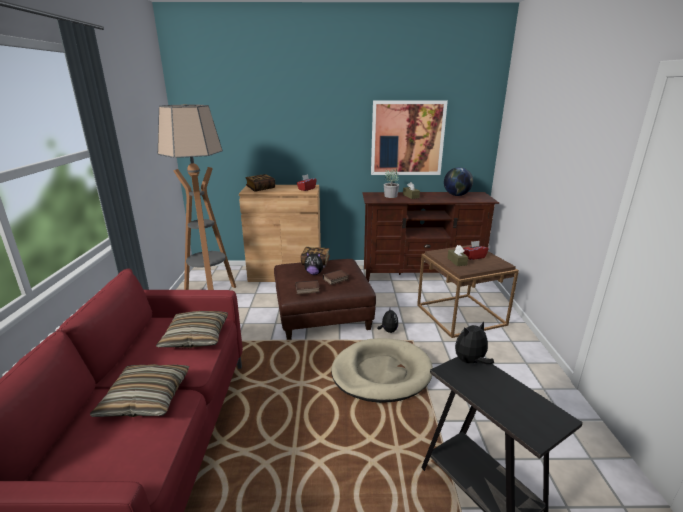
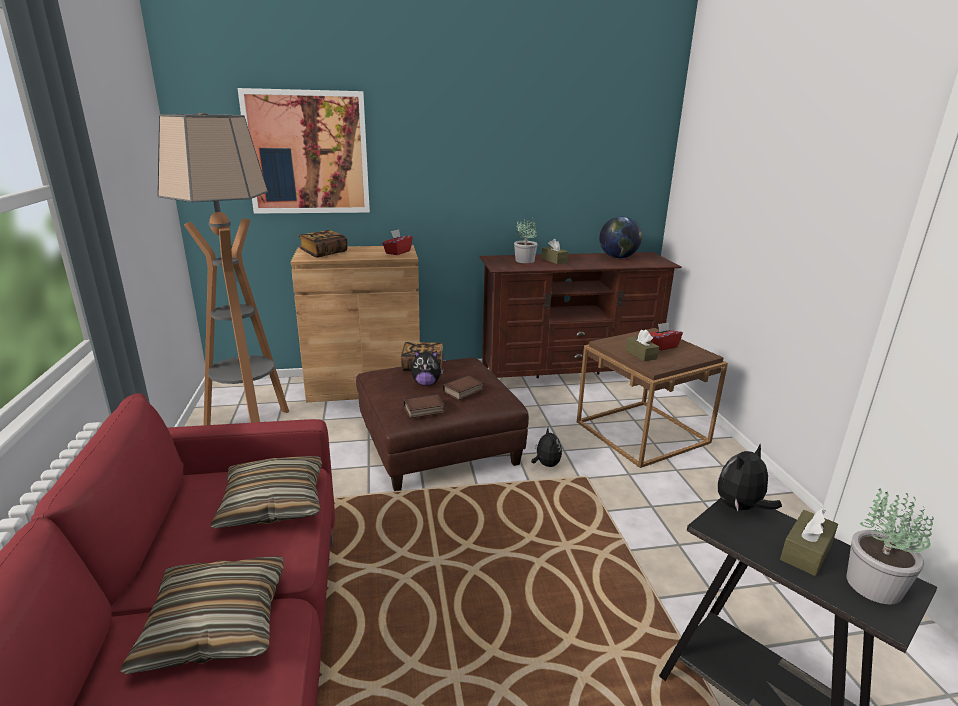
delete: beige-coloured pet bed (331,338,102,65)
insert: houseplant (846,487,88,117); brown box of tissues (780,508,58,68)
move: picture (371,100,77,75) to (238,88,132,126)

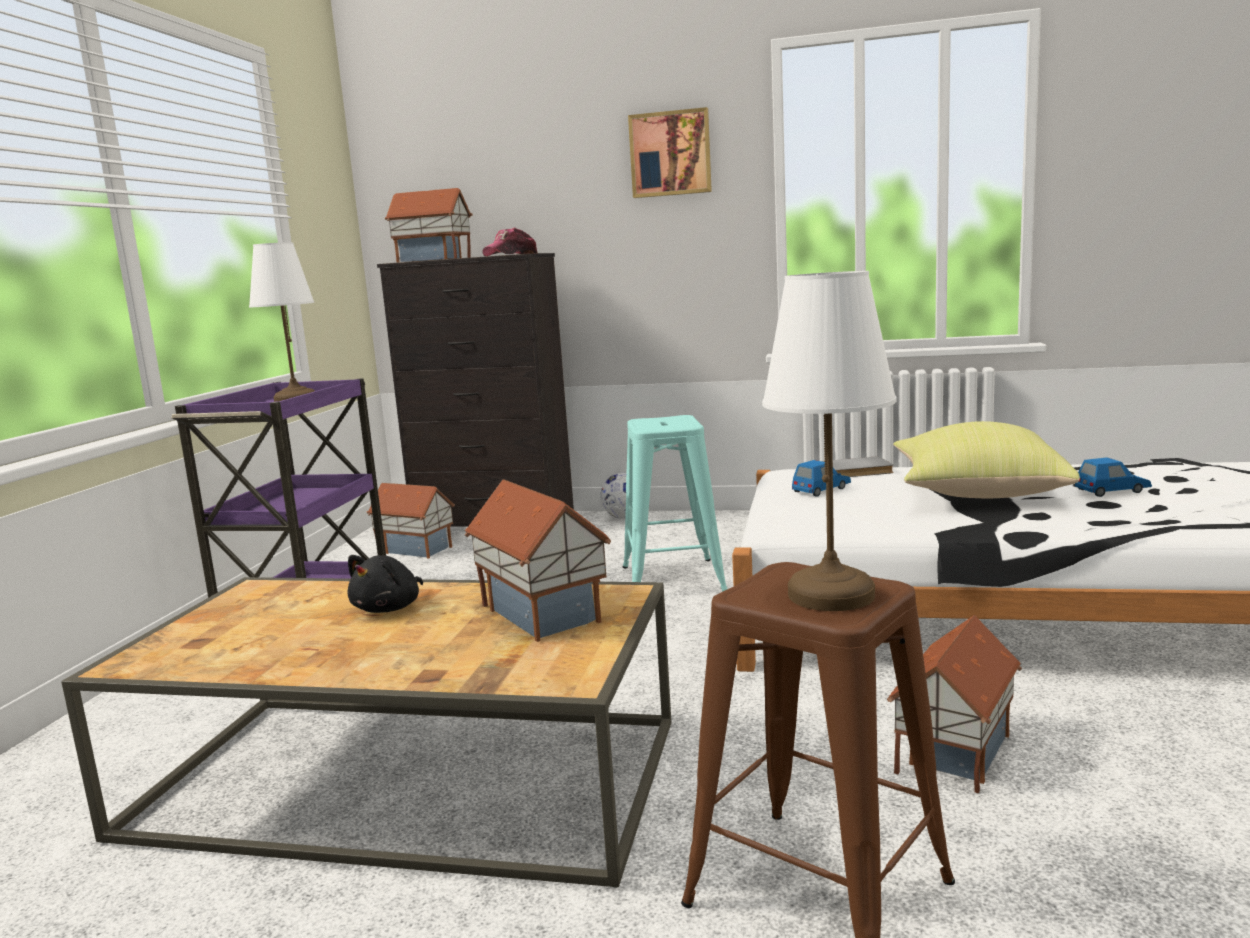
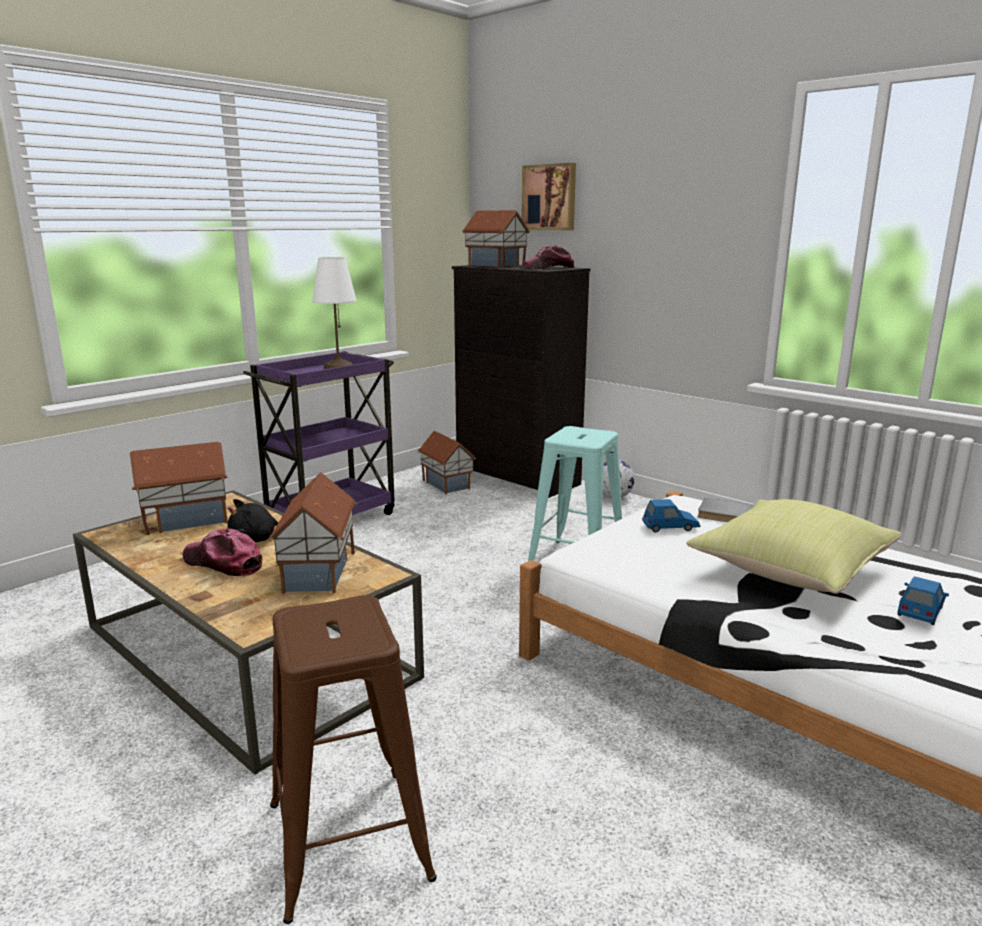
delete: white-coloured tabletop lamp (762,271,134,340)
insert: peaked cap (183,528,79,49)
move: picture (628,107,84,91) to (522,163,54,67); miniature house (887,615,135,179) to (130,442,98,93)
rotate: blue-coloured miniature car (1075,457,77,40) = (897,576,52,49) 75 degrees counterclockwise

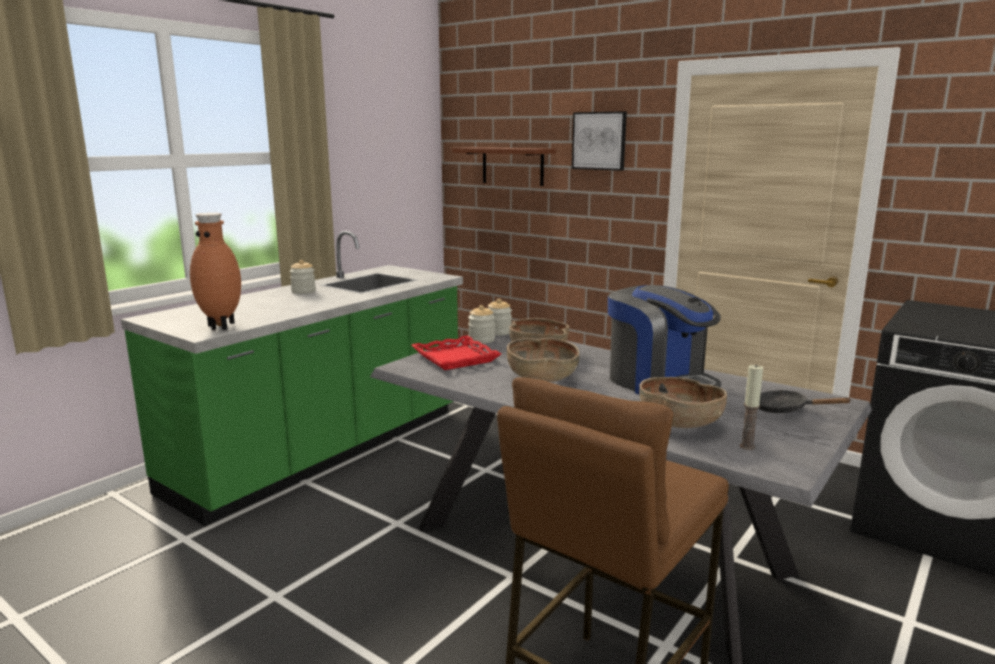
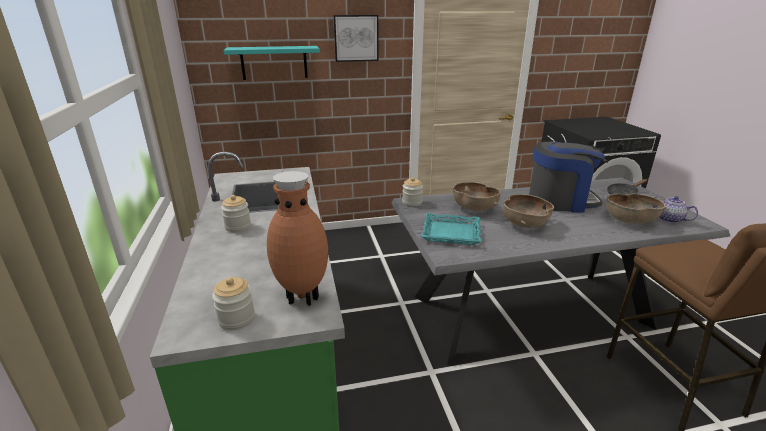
move: jar (468,305,27,39) to (212,277,43,53)
replace: wax candle (740,364,23,86) to tea pot (652,196,46,27)
recolor: brown bracket shelf (452,147,104,39) to turquoise bracket shelf (224,46,96,34); red tray (411,335,90,35) to turquoise tray (421,213,61,32)

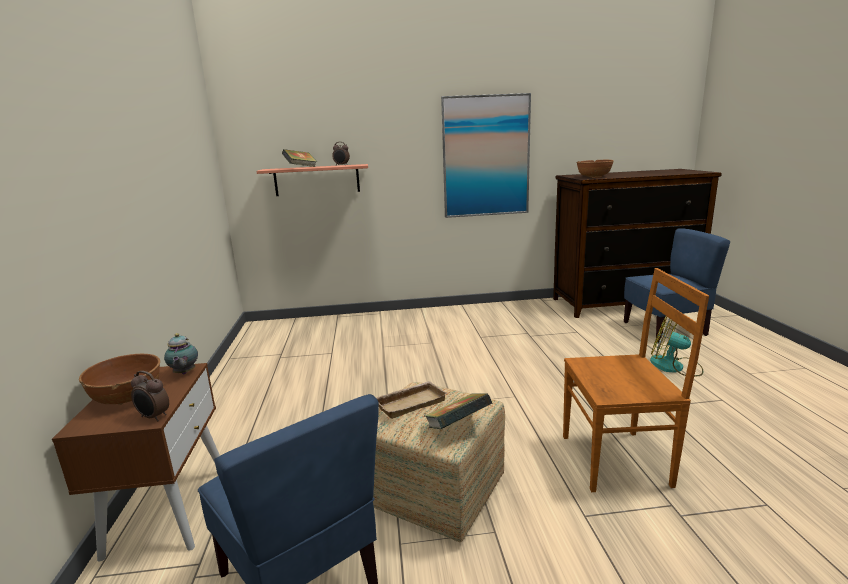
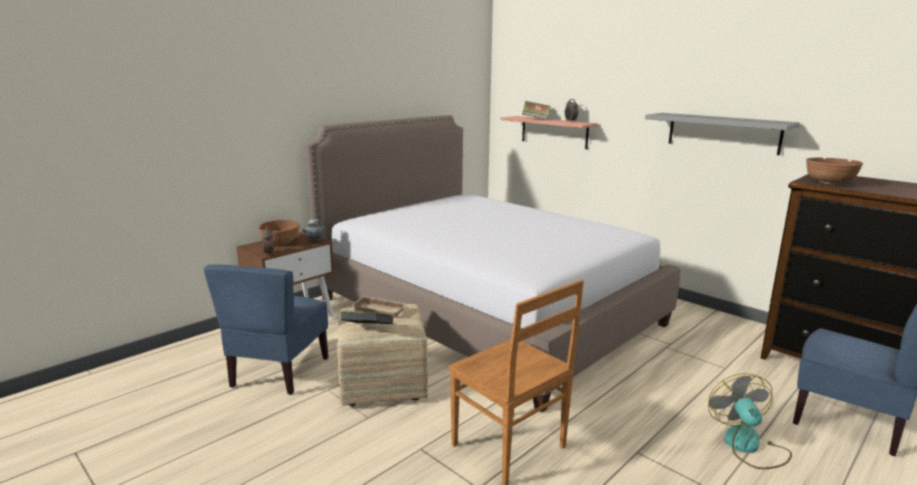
insert: bedroom bed (306,115,374,298)
replace: picture (441,93,90,125) to gray bracket shelf (645,113,155,42)

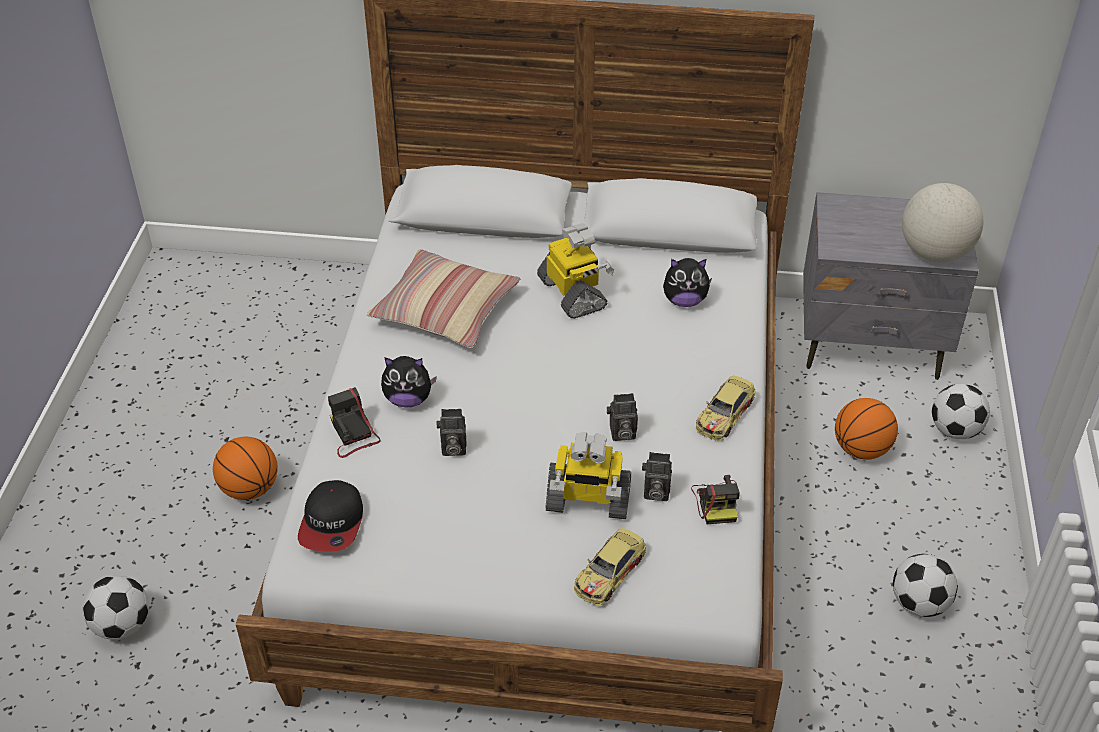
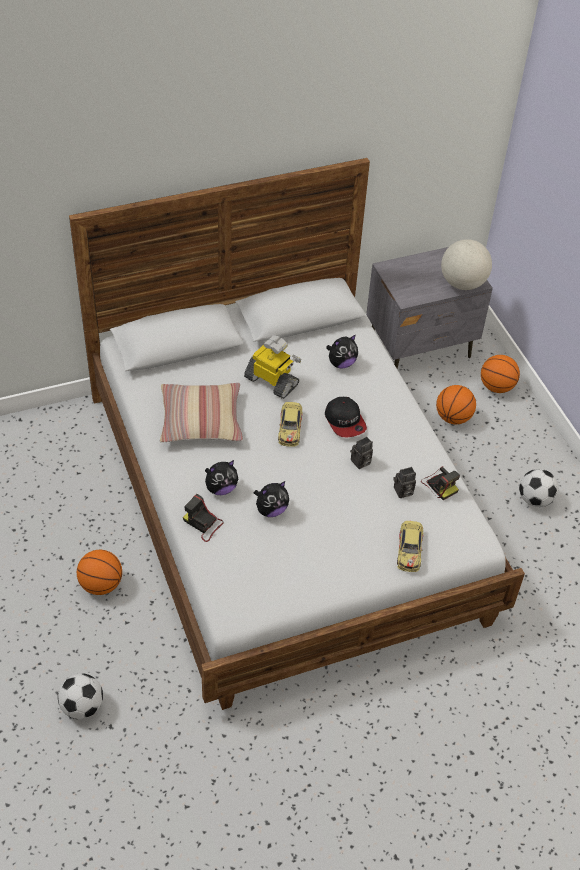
delete: toy robot (546,432,85,87)
move: miniature car (696,376,60,65) to (278,402,24,45); peaked cap (298,480,65,72) to (325,397,42,40)
replace: football (932,384,58,55) to basketball (481,355,39,38); still camera (436,409,30,47) to plush toy (254,481,35,36)

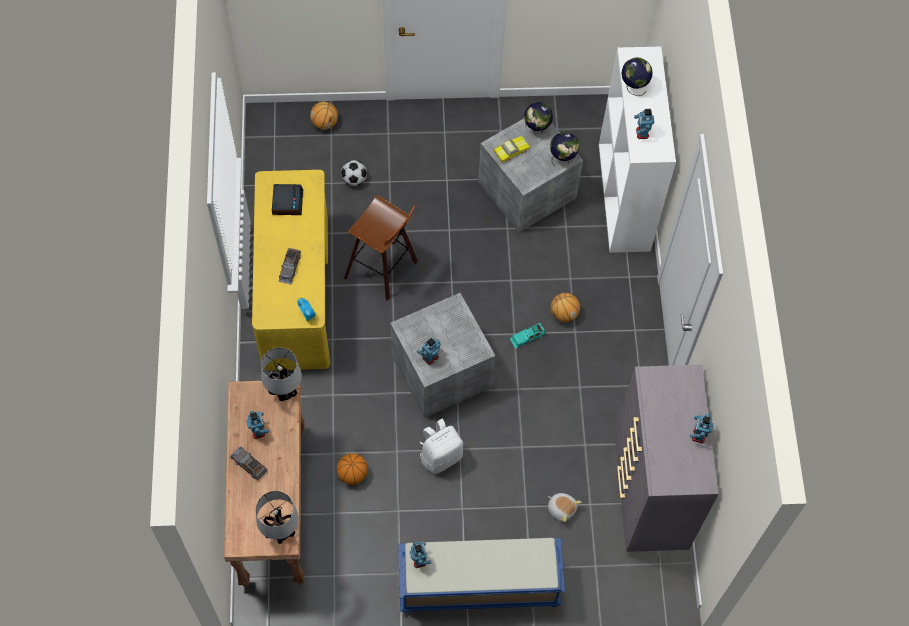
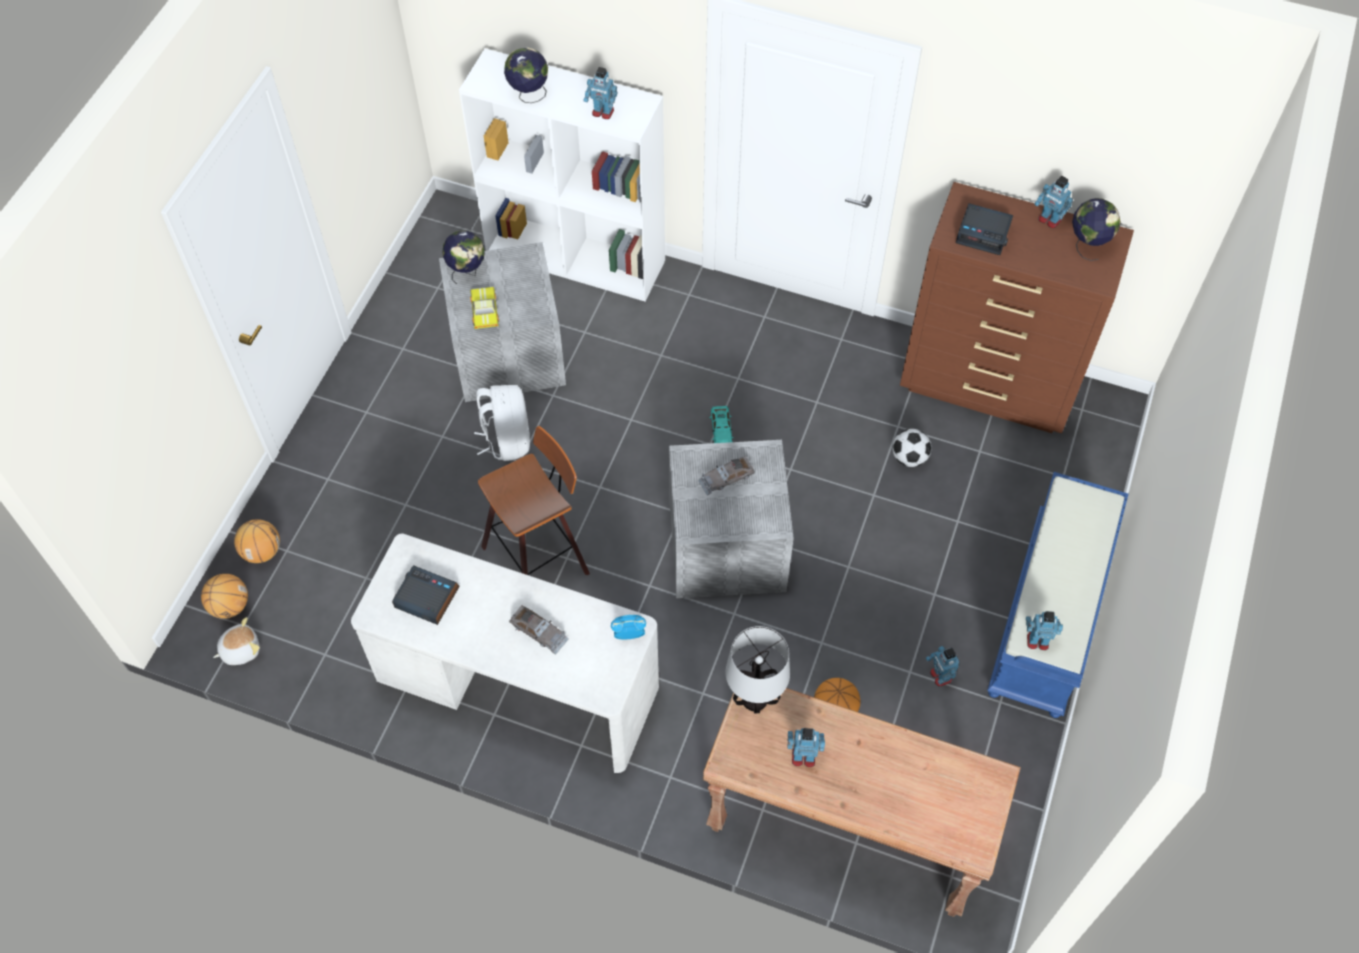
delete: tabletop lamp (256,491,43,53)
insert: alarm clock (956,203,57,52)
move: desk globe (550,132,29,34) to (1072,198,49,63); football (341,160,26,26) to (892,429,39,38); basketball (551,293,29,29) to (201,574,47,45); toy robot (417,338,24,27) to (926,646,33,41); white-coloured knapsack (420,419,43,55) to (474,385,56,76); gray miniature car (230,447,37,33) to (698,456,57,39); plush toy (548,493,34,29) to (213,617,47,48)
recolor: yellow-coloured desk table (252,170,78,201) to white-coloured desk table (351,533,308,240); gray drawer chest (615,365,104,187) to brown drawer chest (900,182,234,251)

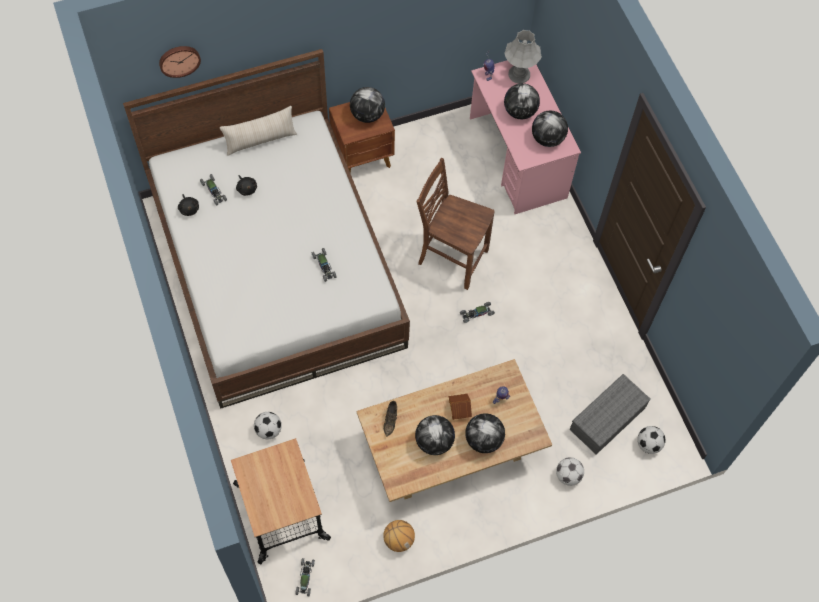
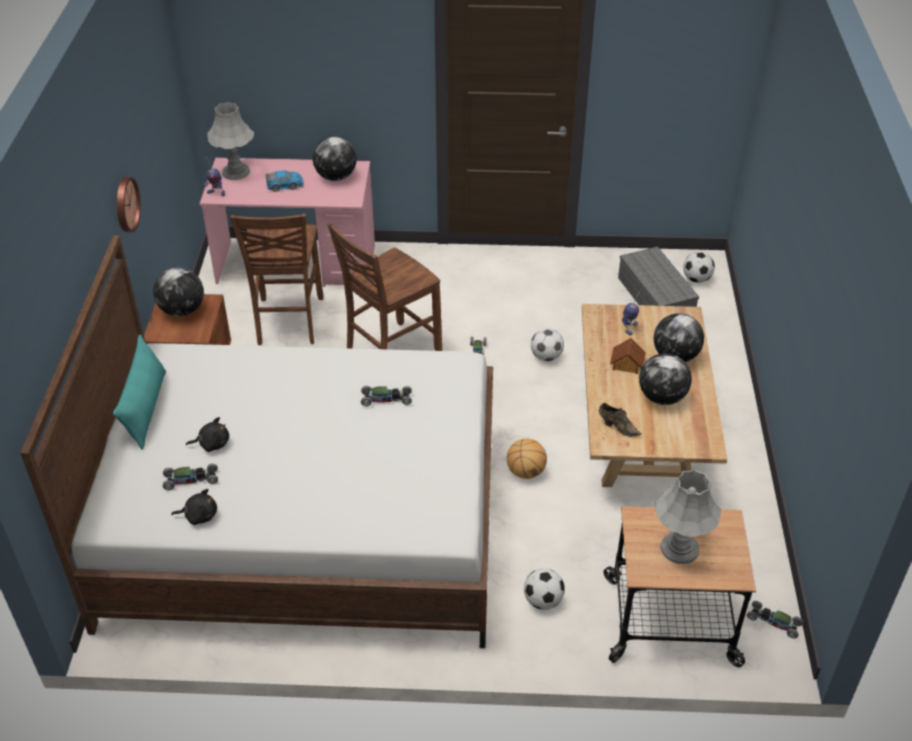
insert: brown chair (230,214,93,131); gray tabletop lamp (656,469,65,95)
move: wall clock (159,46,42,32) to (117,177,24,55); football (556,457,28,29) to (531,328,33,33); basketball (383,520,32,32) to (507,439,40,40)
replace: desk globe (504,83,36,36) to miniature car (265,170,39,22)
recolor: beige-coloured cushion (220,106,77,50) to turquoise cushion (113,335,53,115)

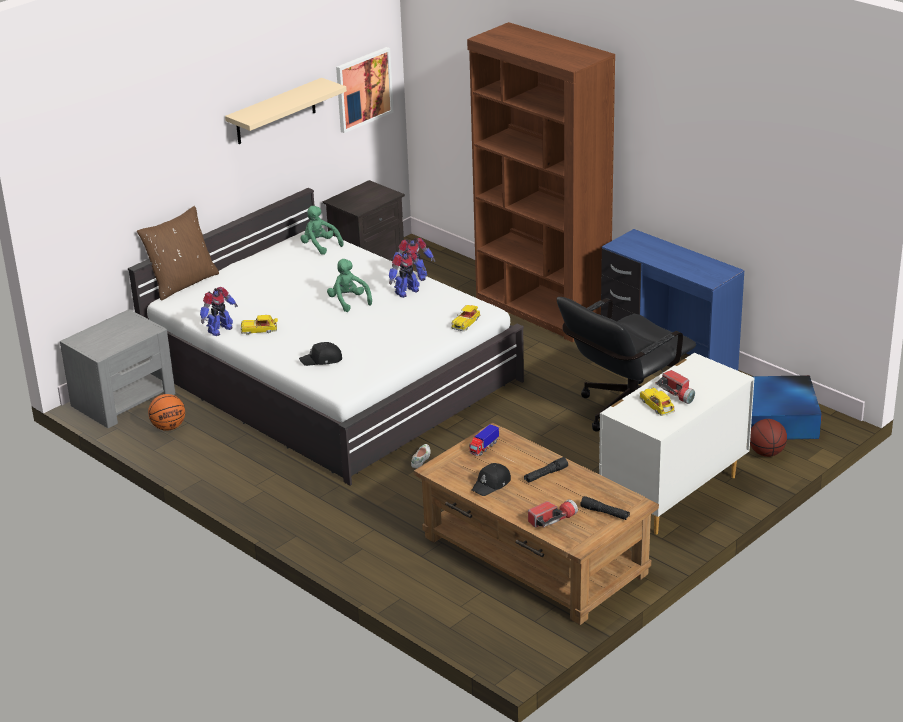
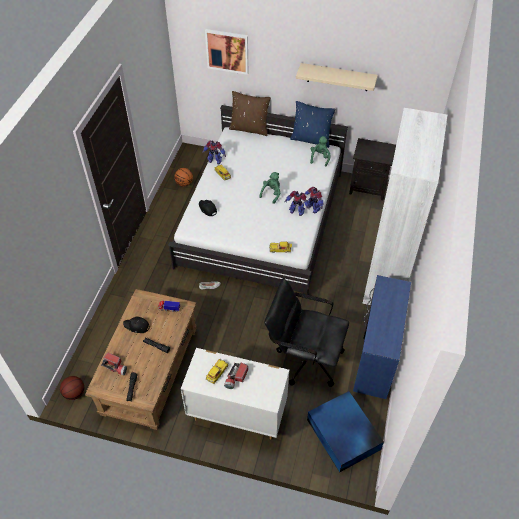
delete: gray nightstand (60,309,116,119)
insert: blue-coloured cushion (290,101,45,47)
move: picture (336,47,57,86) to (205,29,43,46); basketball (750,419,37,38) to (60,376,24,24)
recolor: brown shelving unit (467,22,148,320) to white-coloured shelving unit (362,108,85,197)

